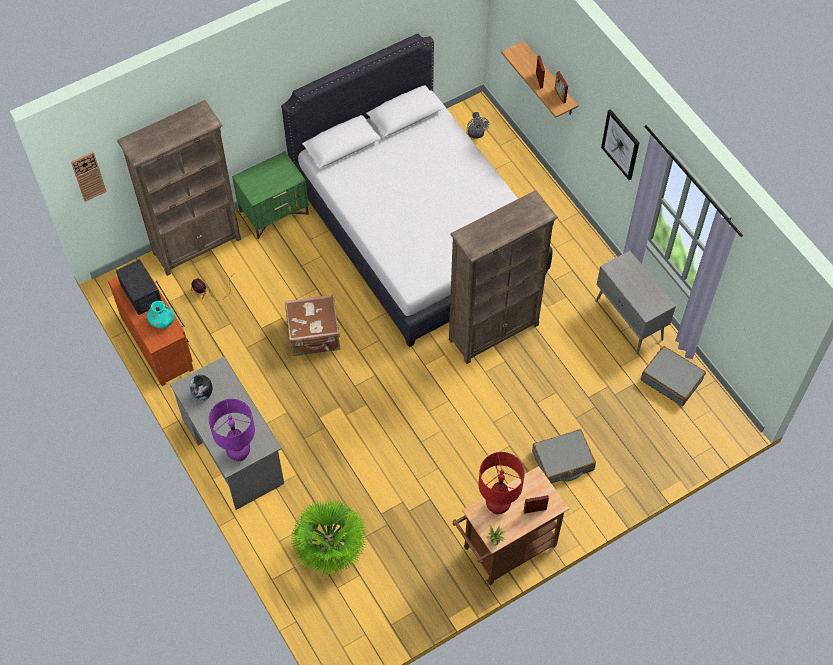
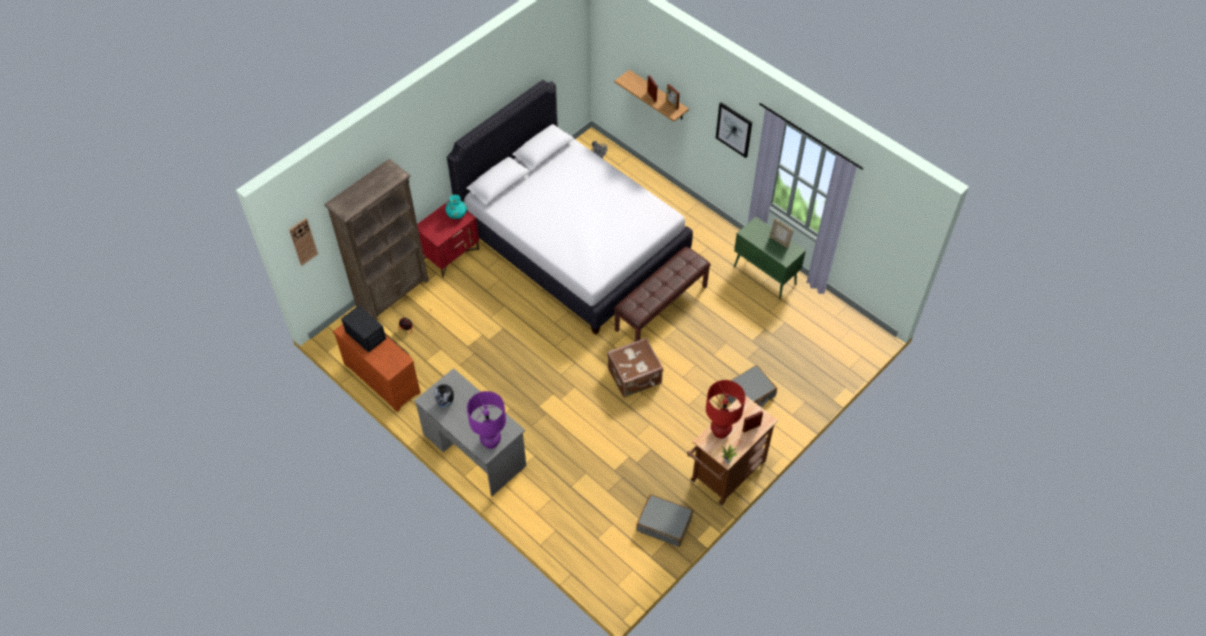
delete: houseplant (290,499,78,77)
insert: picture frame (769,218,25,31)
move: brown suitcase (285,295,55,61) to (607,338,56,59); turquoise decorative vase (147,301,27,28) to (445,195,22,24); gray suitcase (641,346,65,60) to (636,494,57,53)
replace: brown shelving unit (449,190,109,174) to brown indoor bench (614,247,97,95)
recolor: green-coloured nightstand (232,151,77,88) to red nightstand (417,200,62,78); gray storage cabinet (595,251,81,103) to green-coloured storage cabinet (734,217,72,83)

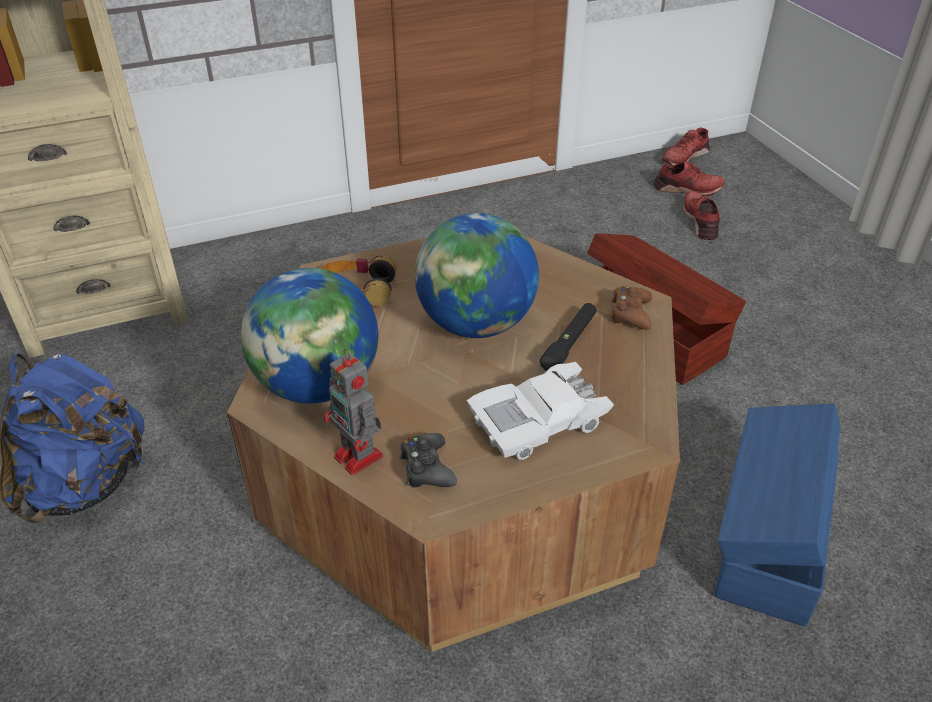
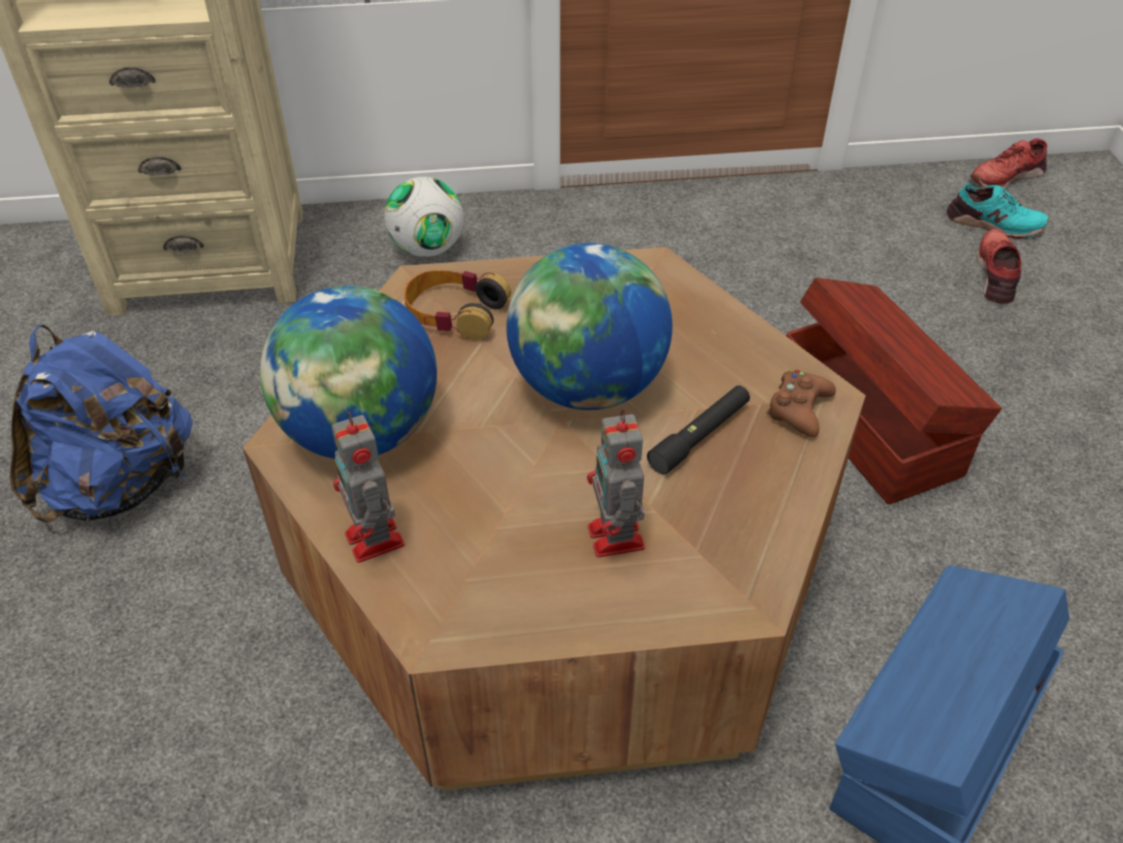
delete: black-coloured joypad (400,433,57,54)
insert: football (384,177,80,80)
replace: white-coloured miniature car (467,362,147,98) to toy robot (587,409,58,148)
recolor: red shoe (653,161,71,35) to turquoise shoe (947,183,102,56)

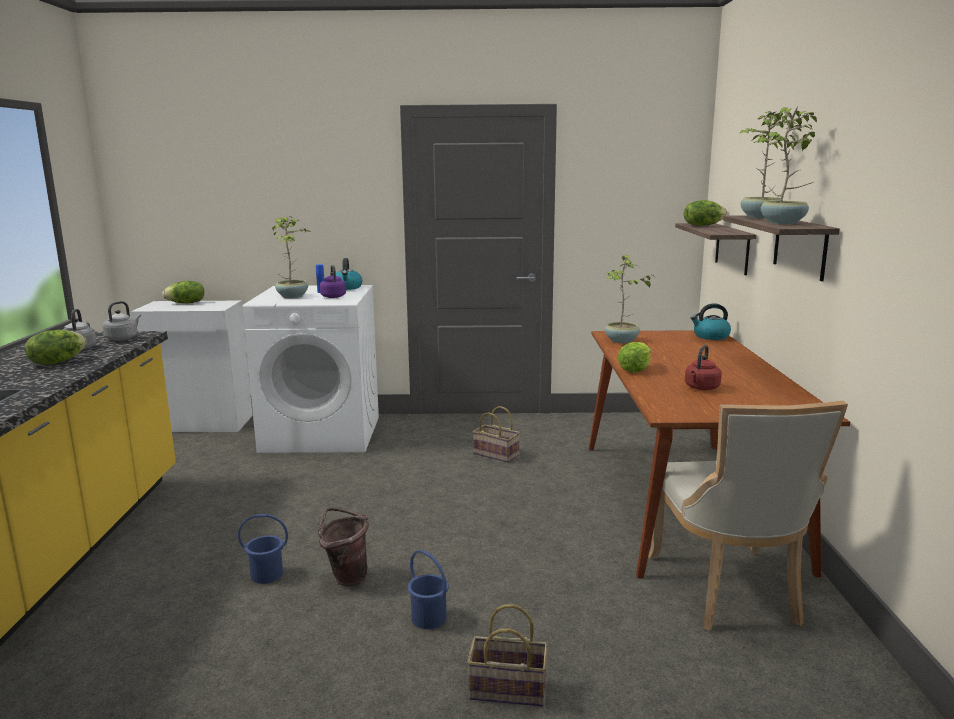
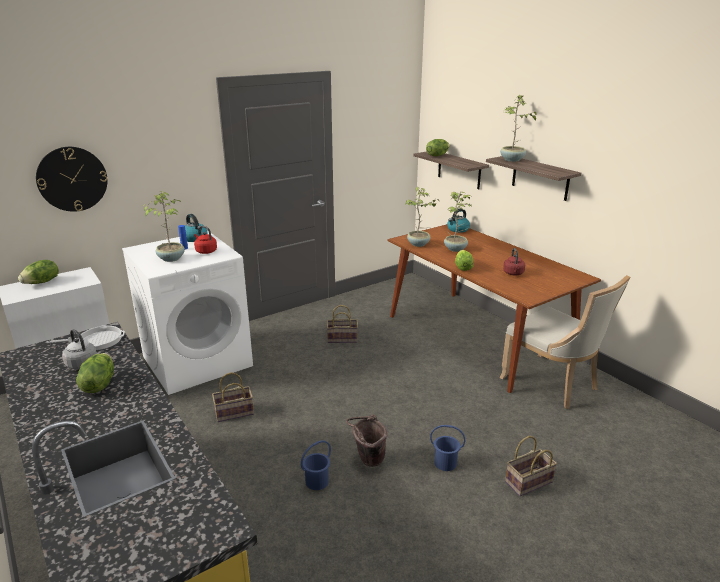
insert: wall clock (36,147,71,65); basket (212,372,42,50)
move: houseplant (761,107,56,117) to (444,192,29,60)
replace: gray kettle (103,301,38,40) to frying pan (46,325,79,25)
recolor: purplish kettle (320,265,26,33) to red kettle (194,226,23,28)

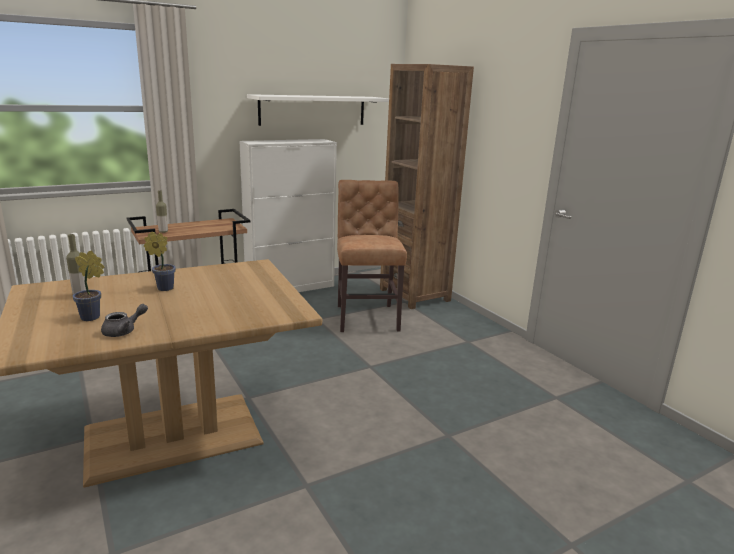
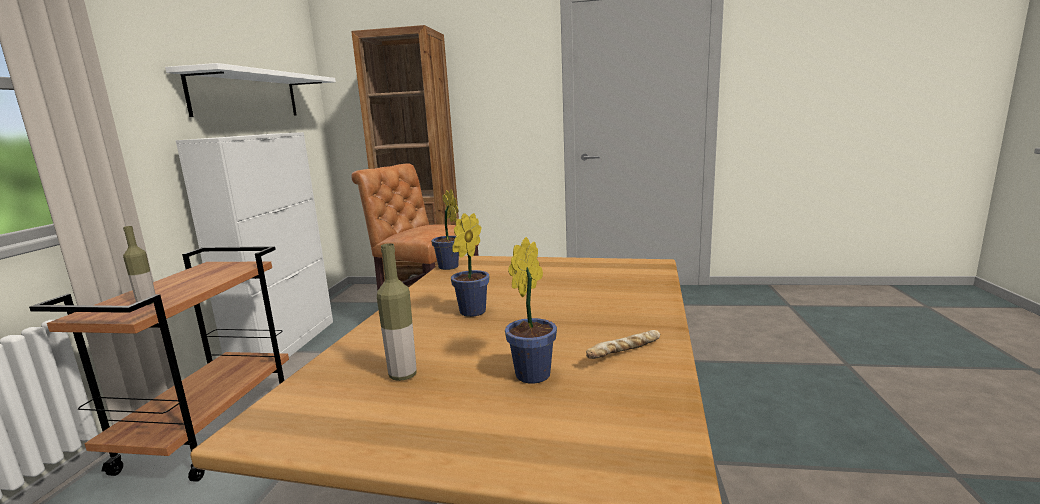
insert: houseplant (431,189,28,81)
replace: gray tea pot (101,304,47,33) to bakery bread (586,330,74,29)

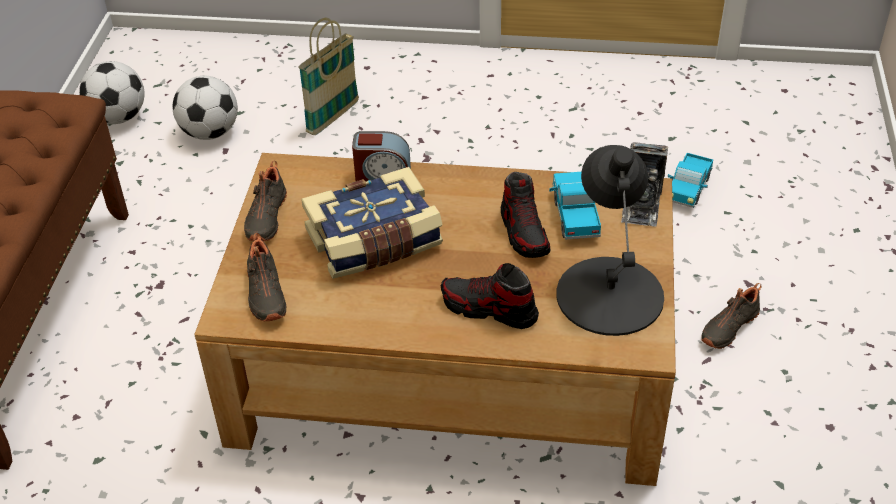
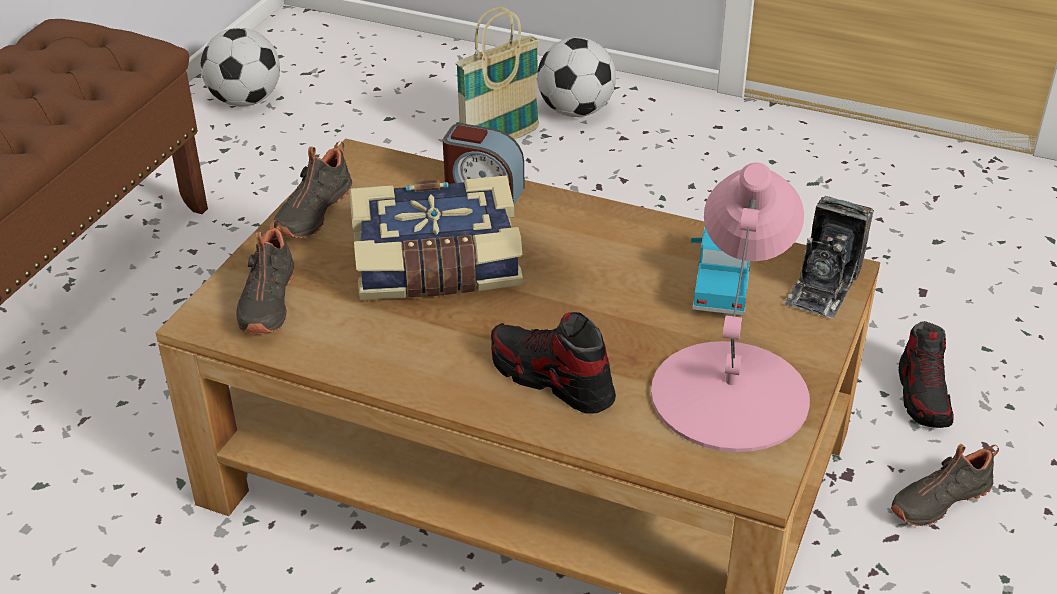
delete: toy lorry (668,153,45,55)
move: football (173,76,65,64) to (537,37,79,80); shoe (501,172,50,86) to (898,321,56,107)
recolor: black-coloured tabletop lamp (557,145,107,191) to pink tabletop lamp (651,162,159,290)

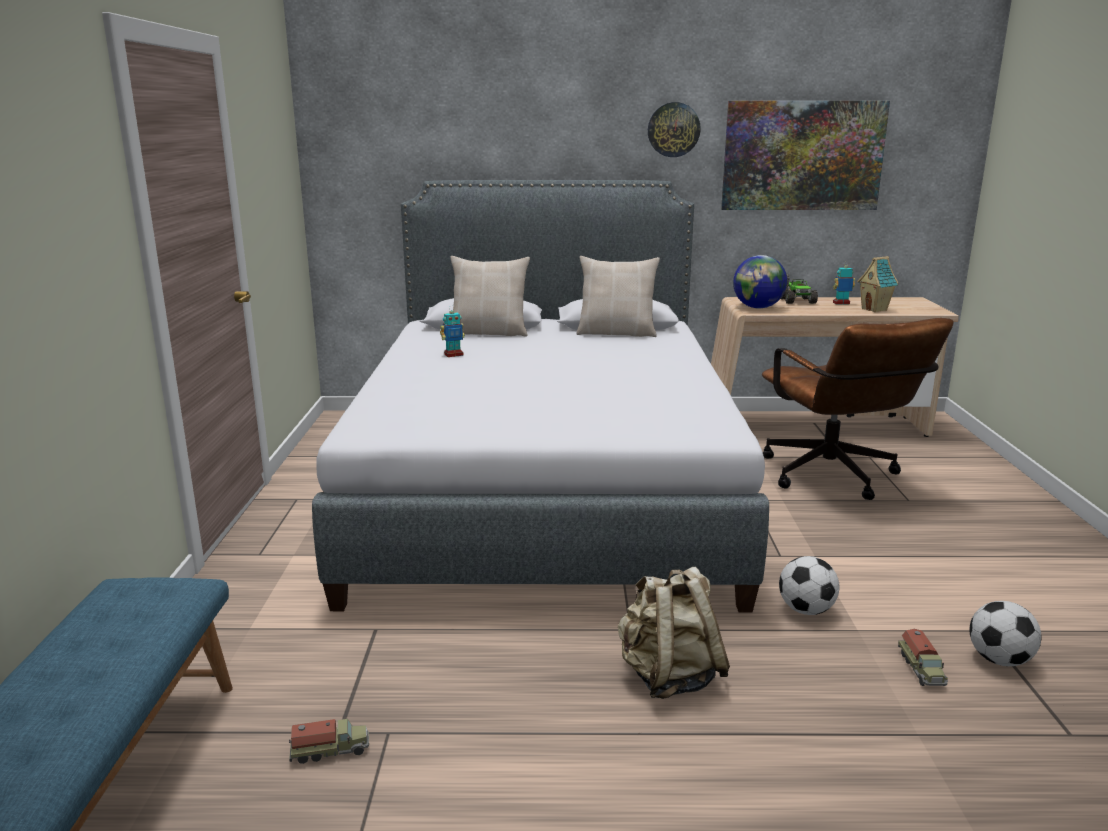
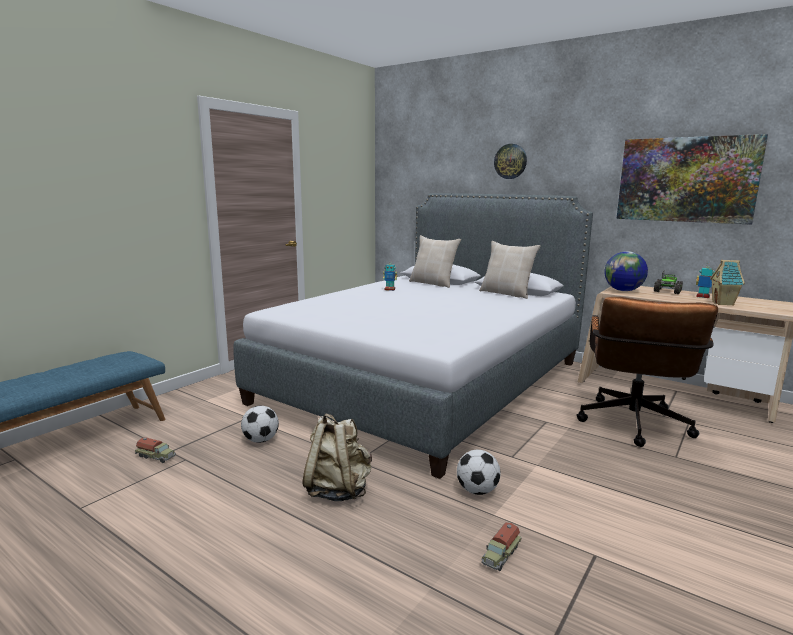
move: wall clock (648,102,53,55) to (494,144,33,35); football (970,601,72,65) to (241,406,38,37)

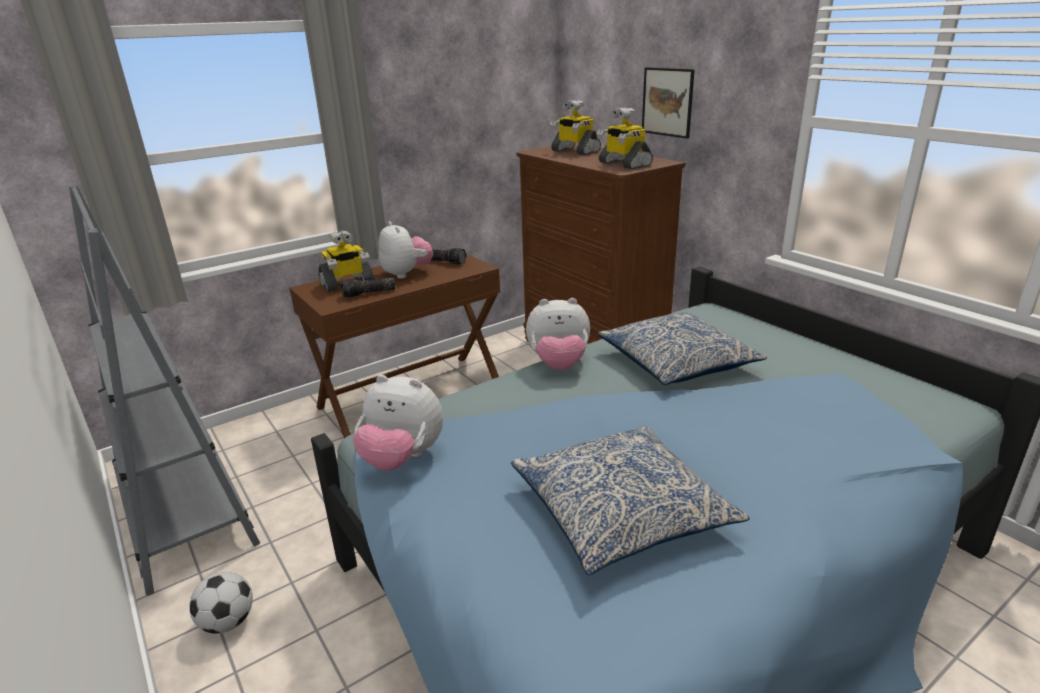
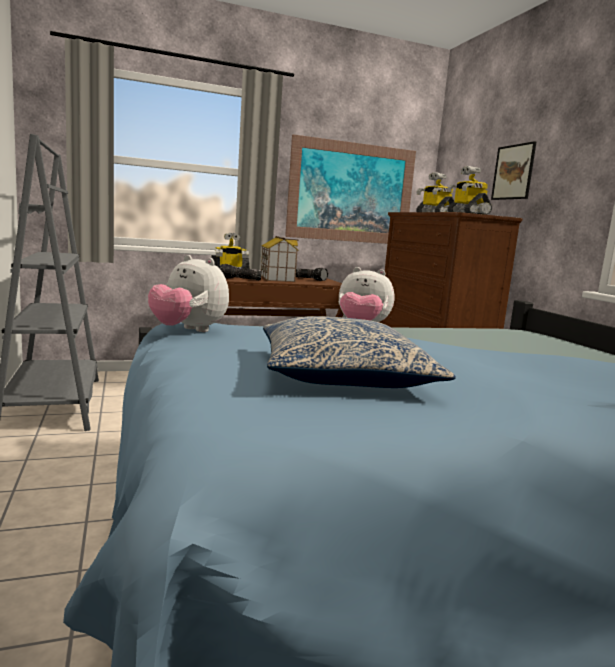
delete: cushion (598,313,169,72); football (189,572,64,62)
insert: picture (285,134,131,110)
replace: plush toy (378,221,55,58) to miniature house (261,236,38,46)

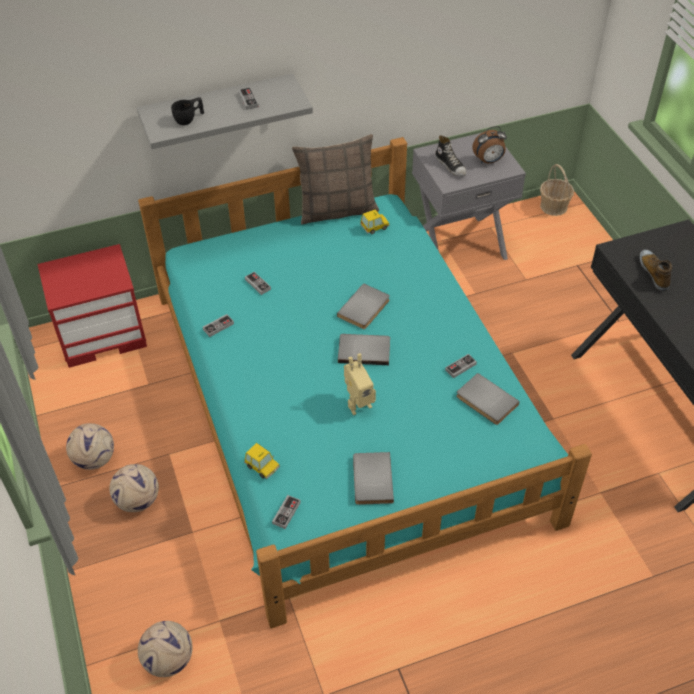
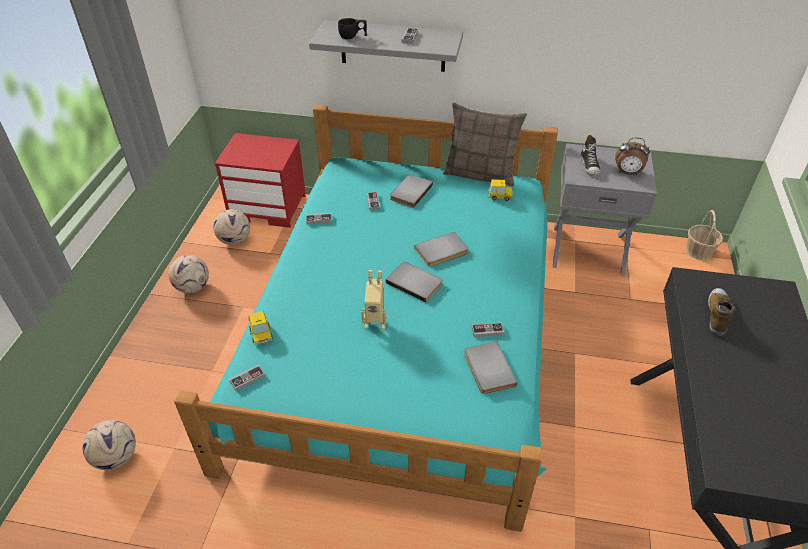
move: gray bound book (353,452,41,53) to (390,174,43,34); football (109,464,50,48) to (213,209,37,36)

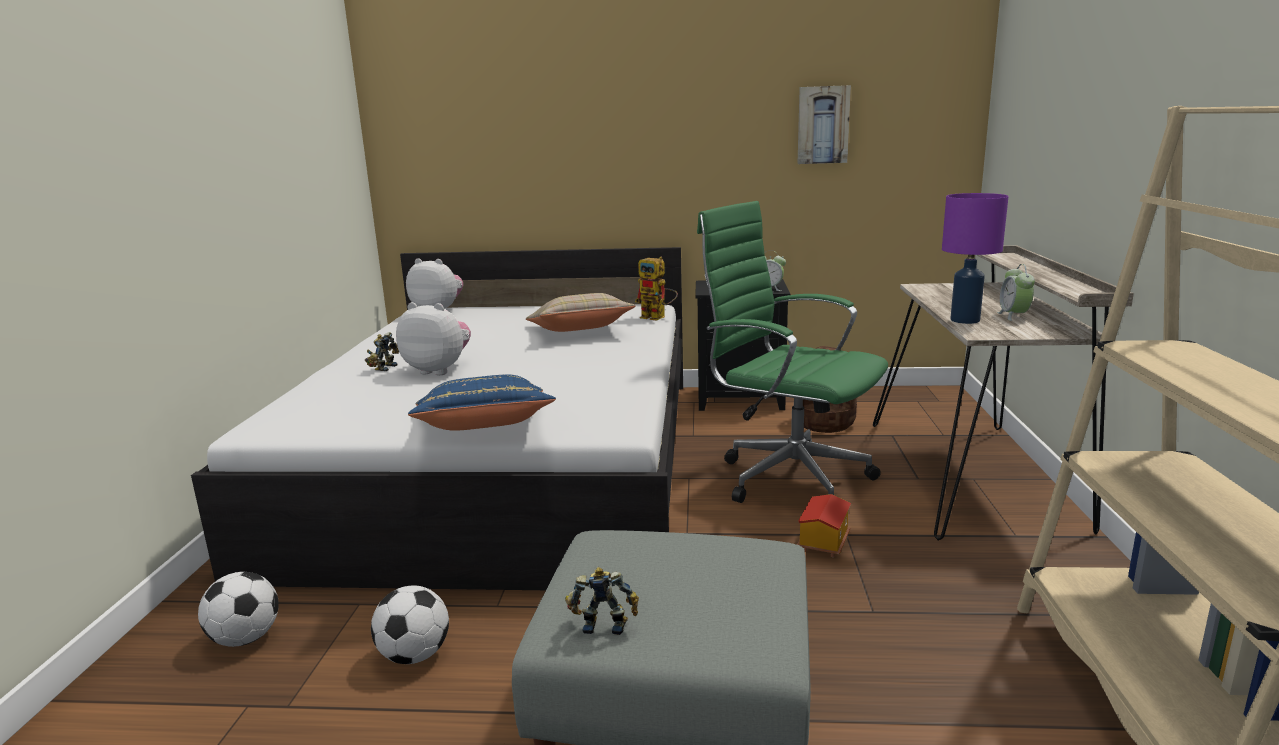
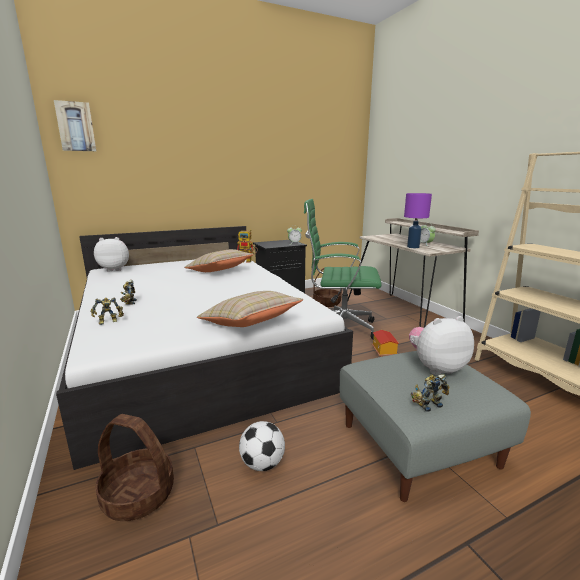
insert: toy robot (90,297,34,28)
move: picture (797,85,54,79) to (54,100,43,51); plush toy (396,302,75,73) to (409,316,65,59)
replace: football (198,572,81,75) to basket (95,414,79,107)
recolor: blue-coloured cushion (408,374,148,57) to beige-coloured cushion (197,291,106,36)

